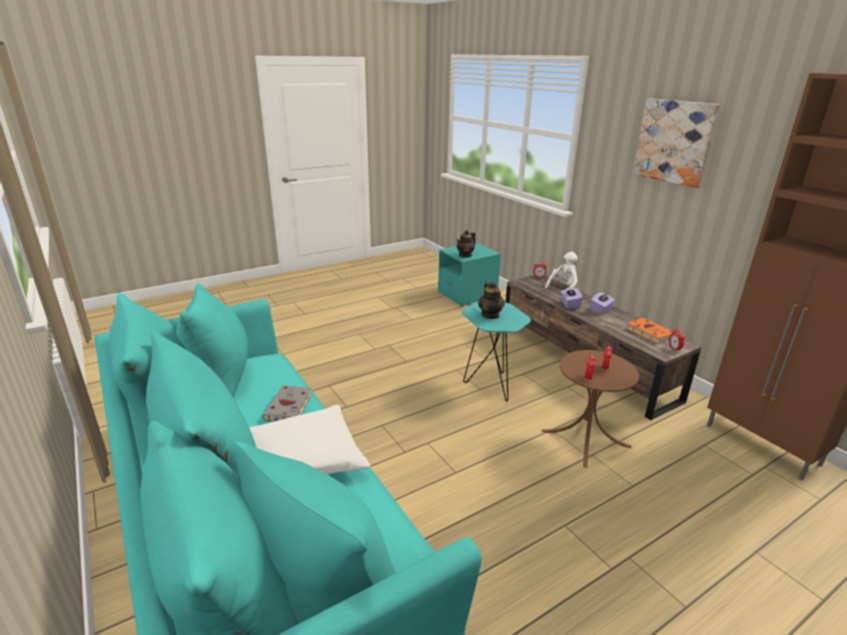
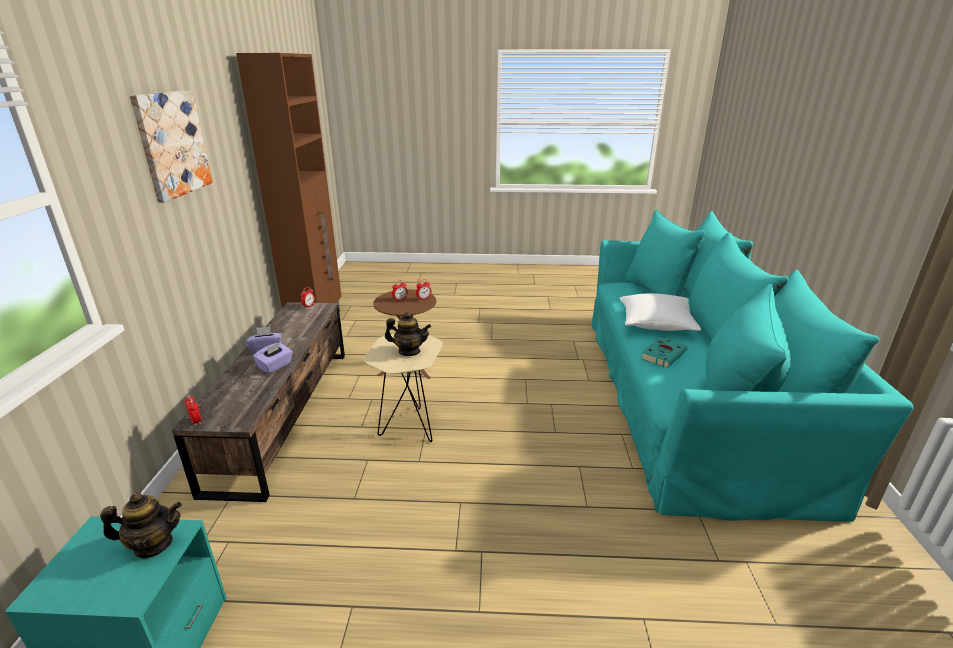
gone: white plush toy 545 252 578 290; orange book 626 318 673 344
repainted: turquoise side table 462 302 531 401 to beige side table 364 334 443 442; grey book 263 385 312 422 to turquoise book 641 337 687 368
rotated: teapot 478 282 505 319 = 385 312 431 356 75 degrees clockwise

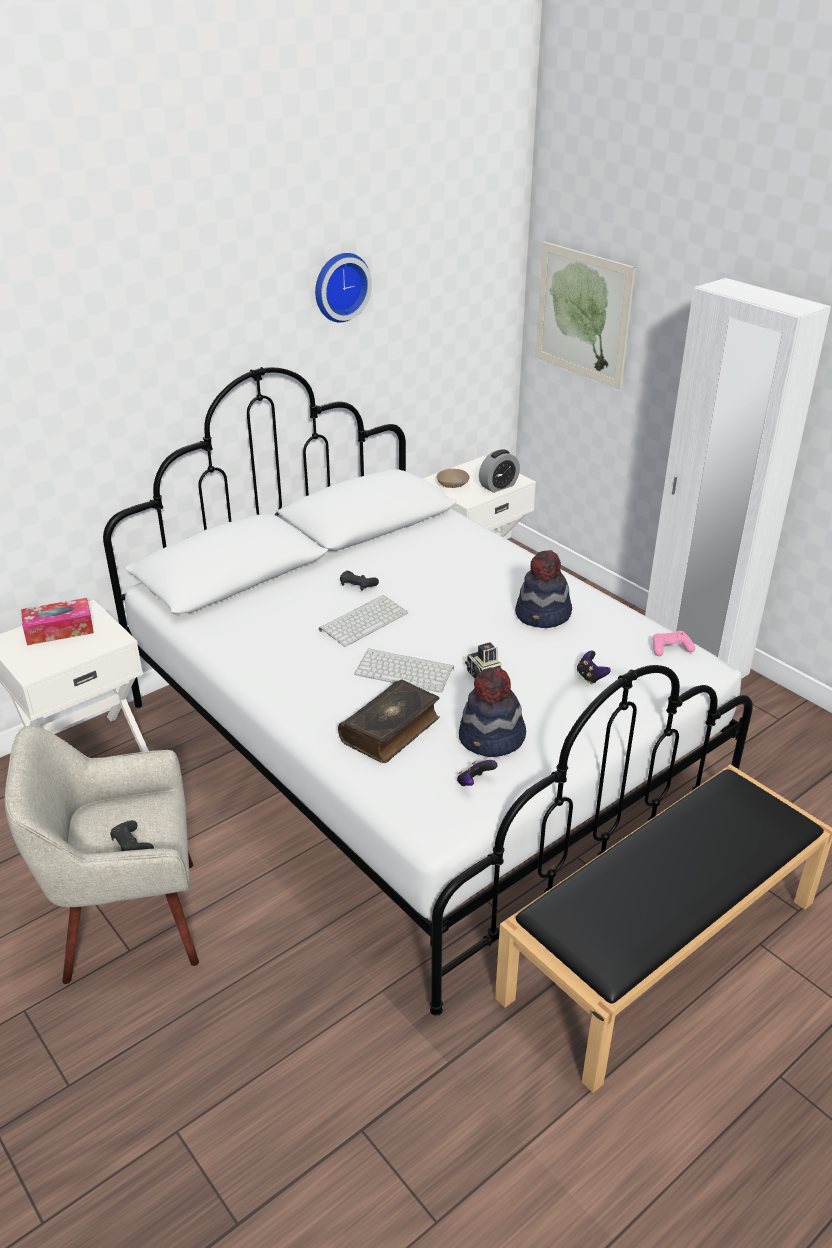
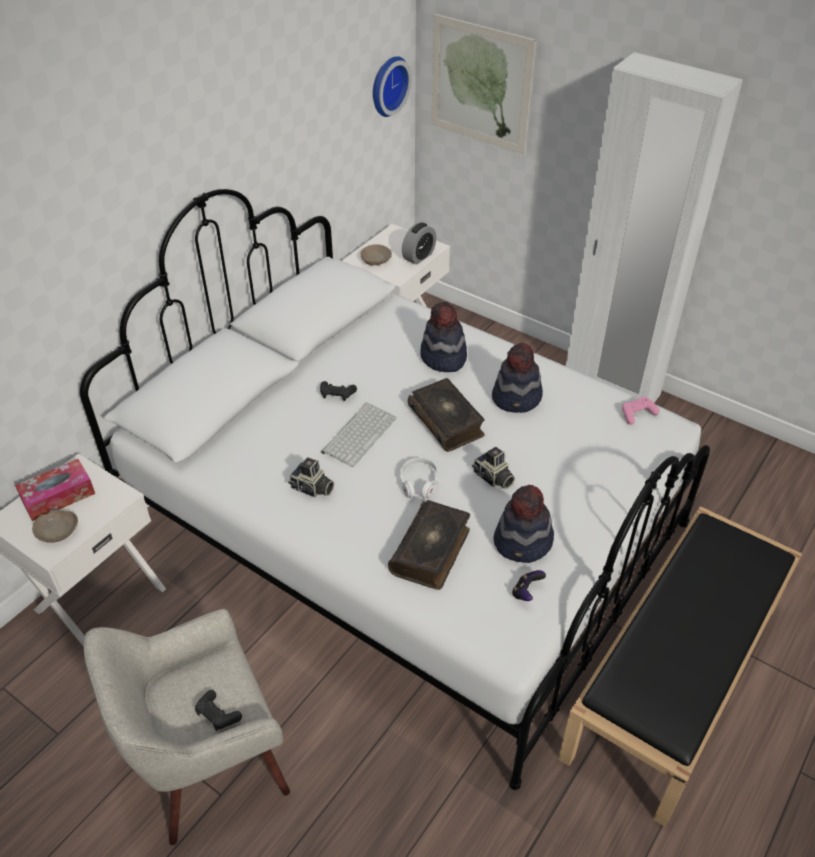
gone: game controller 577 651 611 685
new: hat 420 302 467 372; book 408 378 485 452; photo camera 288 457 334 498; beige bowl 32 510 78 543
shifted: wall clock 315 253 372 322 to 373 56 412 117
swapped: keyboard 354 648 454 693 to white headphones 401 458 438 499

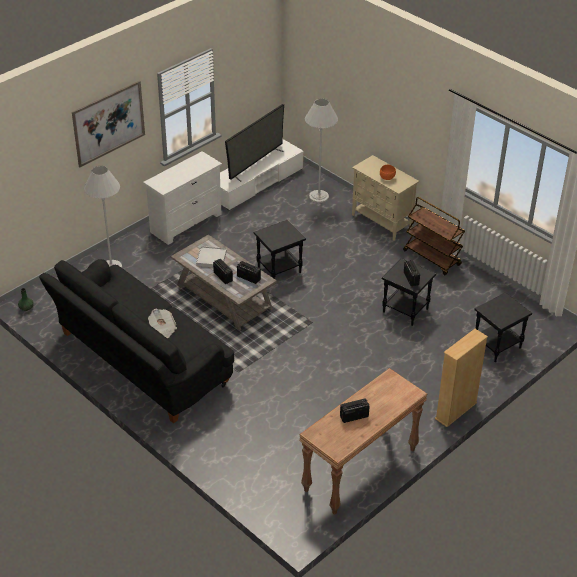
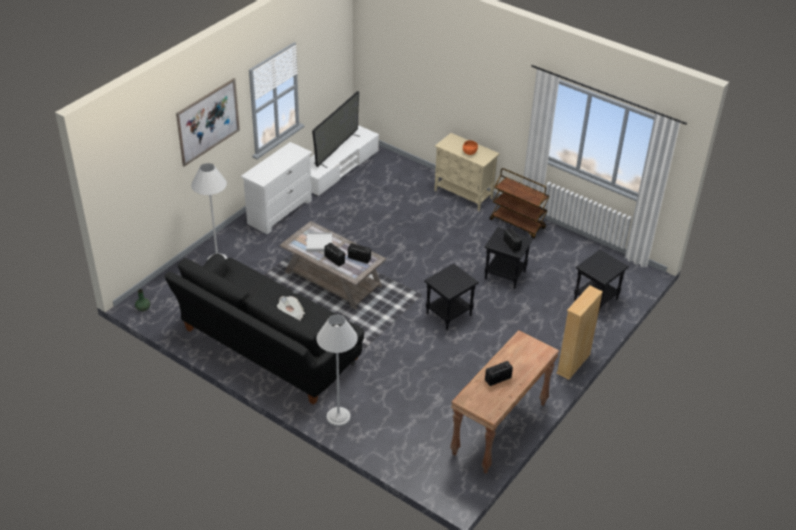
shifted: white floor lamp 305 98 338 203 to 317 314 358 426; black side table 254 220 306 278 to 424 264 479 330

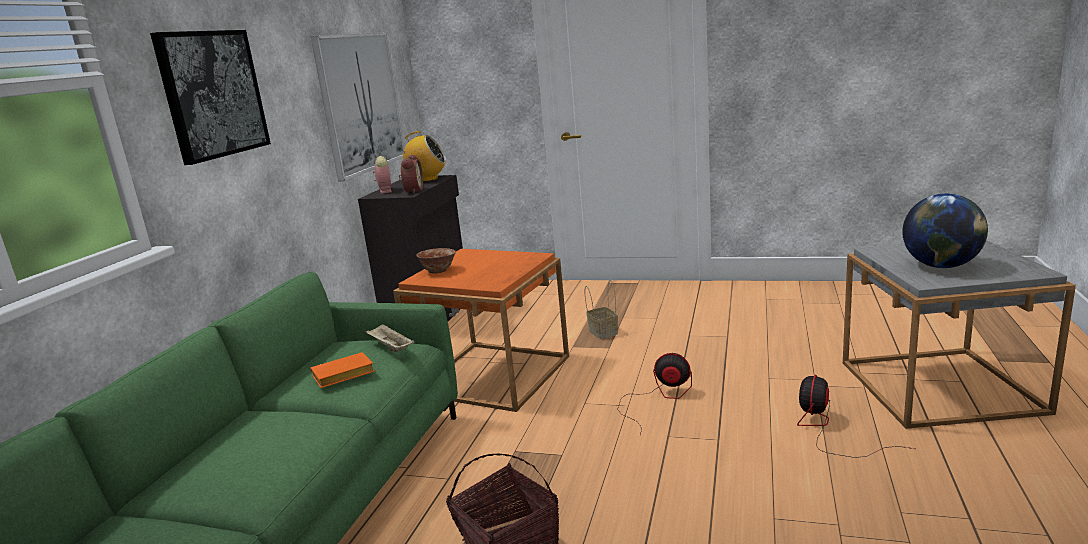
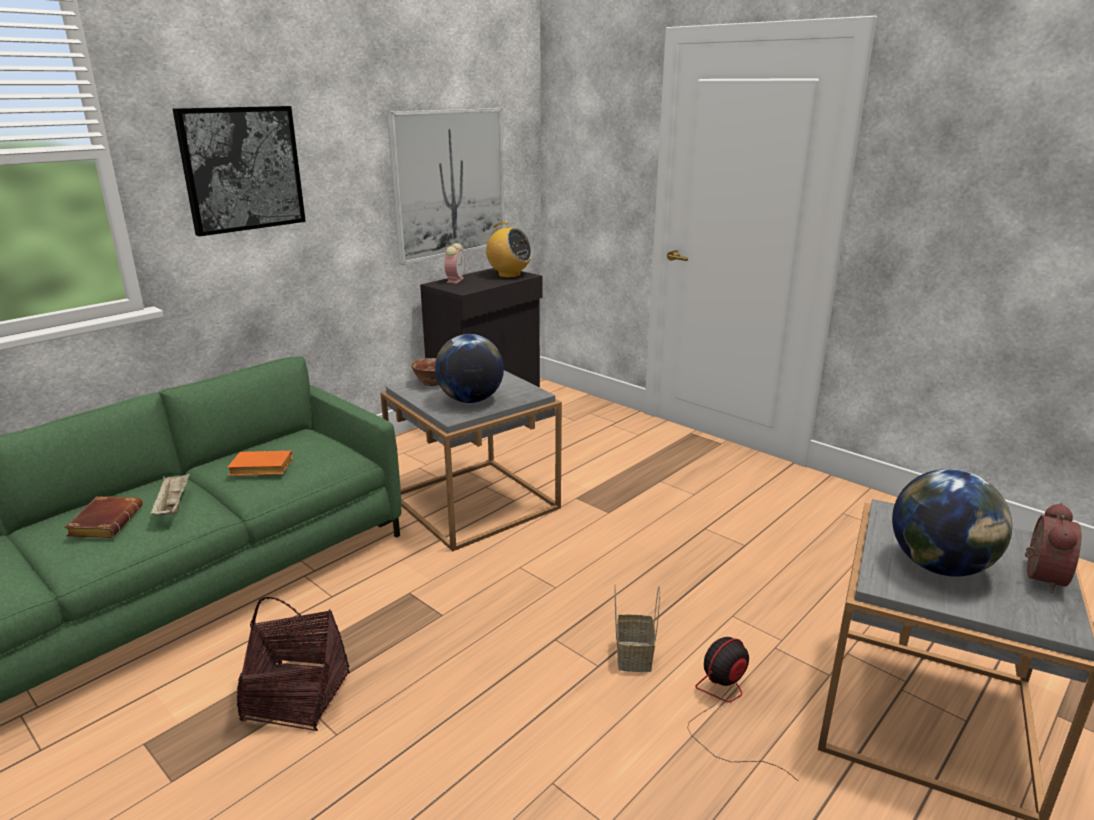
gone: fan 617 353 692 435
new: globe 435 334 504 403; brown book 64 496 143 538
shifted: alarm clock 399 154 423 193 to 1025 503 1081 593; basket 585 280 618 339 to 614 585 660 672; beige tray 365 324 415 352 to 150 474 190 516
repainted: orange side table 393 249 569 412 to grey side table 380 370 562 551

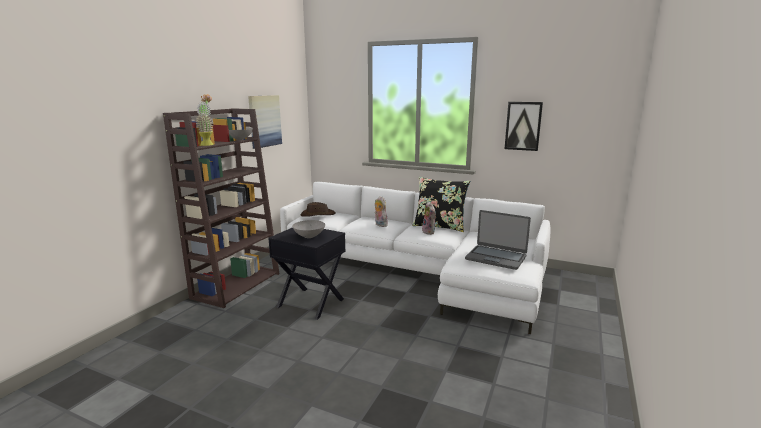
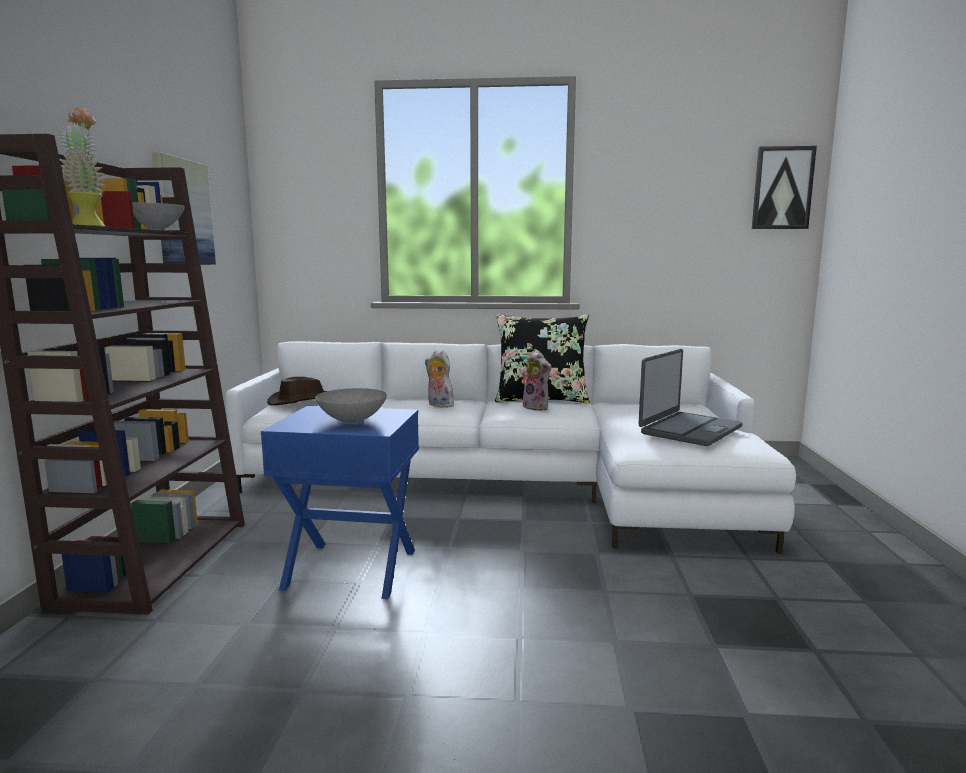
shifted: picture 505 102 543 151 to 752 146 817 229
repainted: black side table 268 227 346 320 to blue side table 261 406 419 599
rotated: laptop 465 210 531 270 = 639 349 742 446 60 degrees counterclockwise

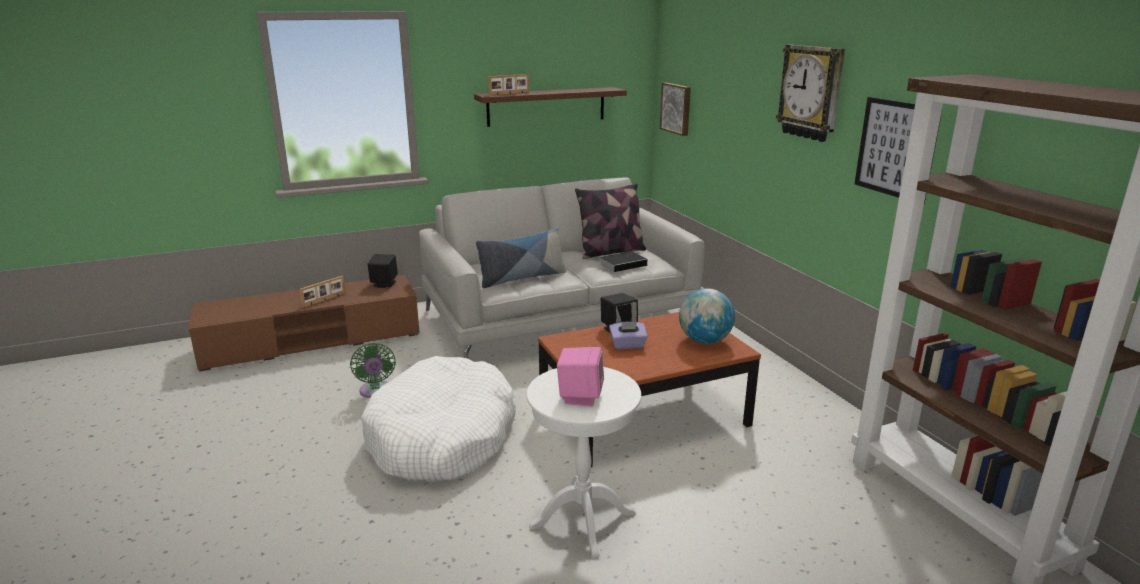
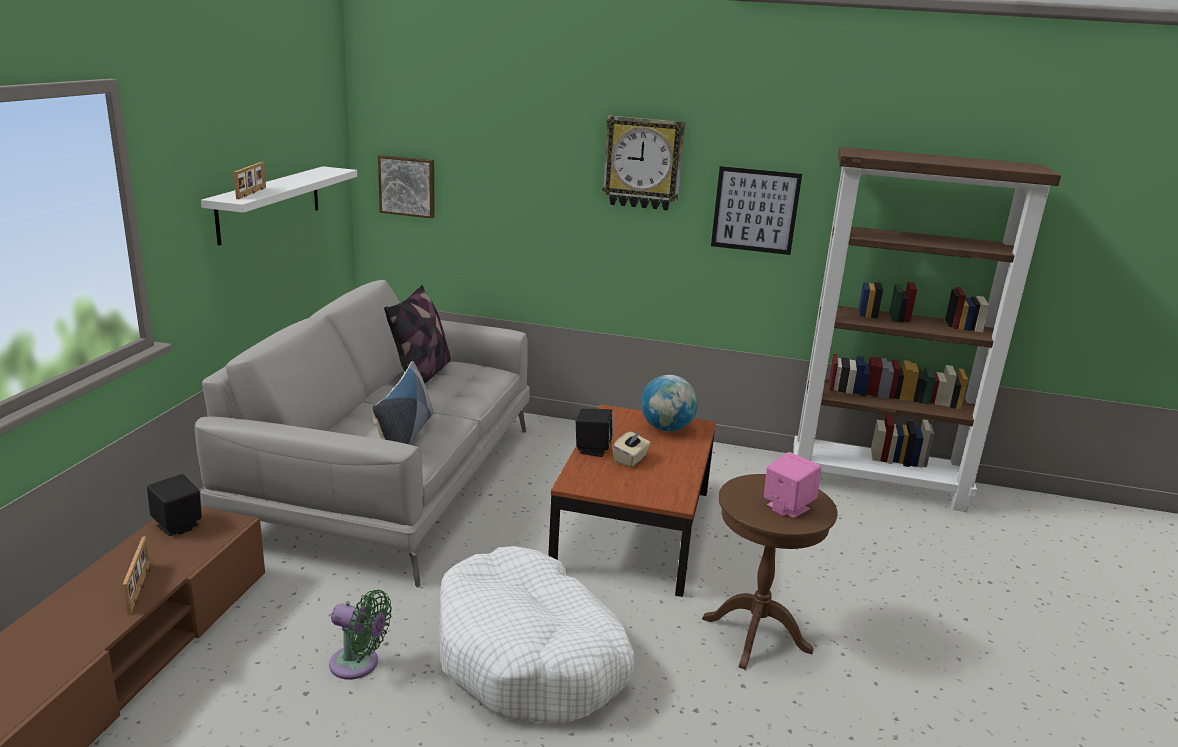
gone: book 600 251 647 272
repainted: brown shelf 474 87 627 127 to white shelf 201 166 357 246; purple tissue box 609 322 648 349 to beige tissue box 613 431 650 467; white side table 527 367 641 558 to brown side table 702 474 838 669

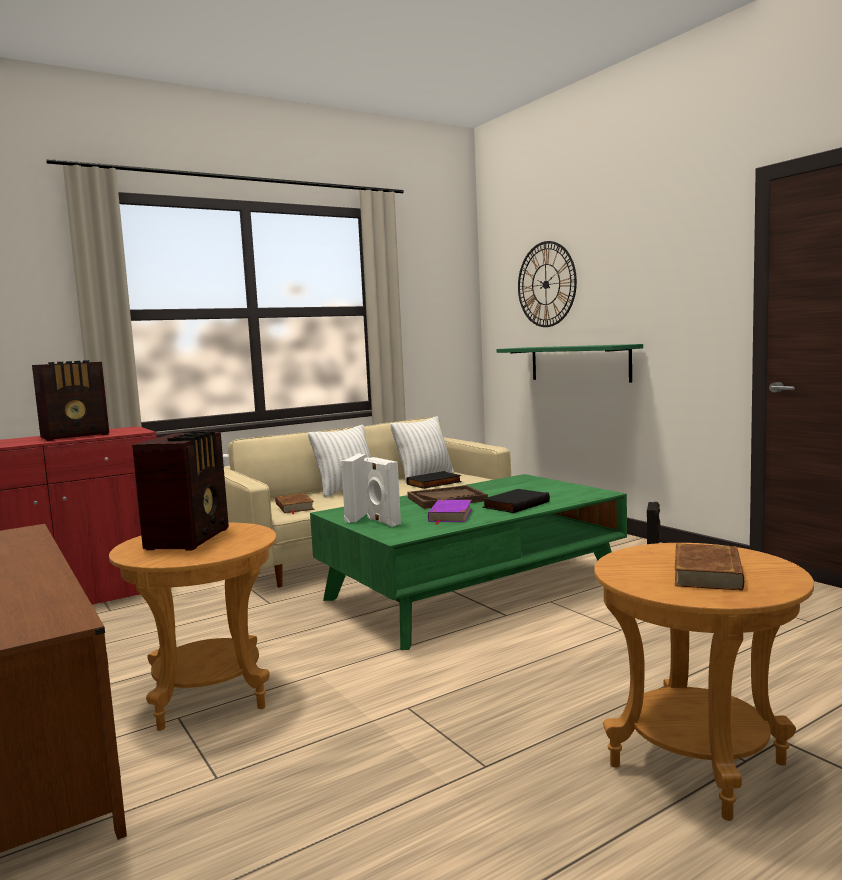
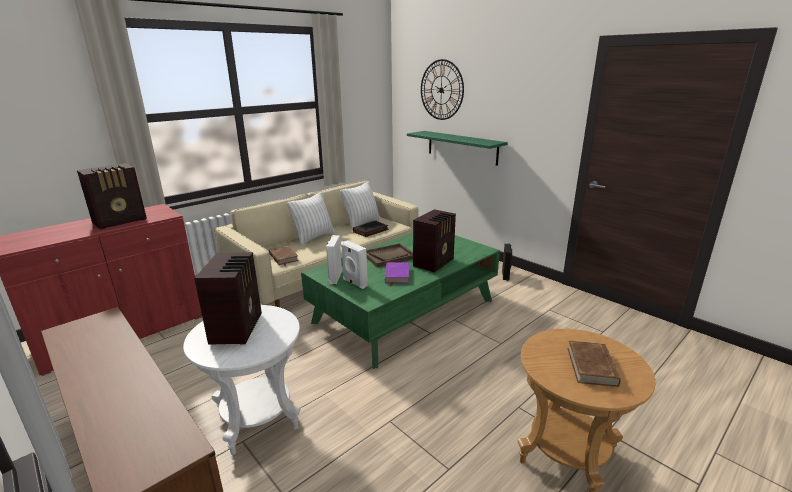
swapped: black book 482 489 550 513 to radio 413 209 456 273
repainted: brown side table 109 523 276 731 to white side table 183 305 301 455

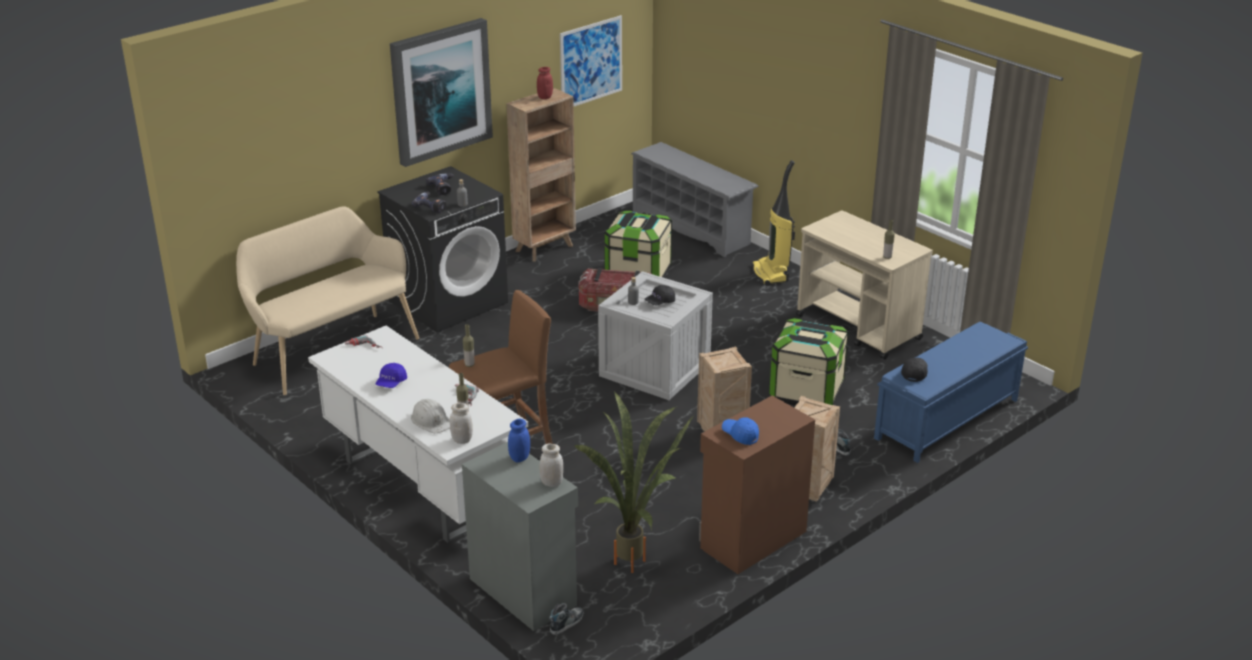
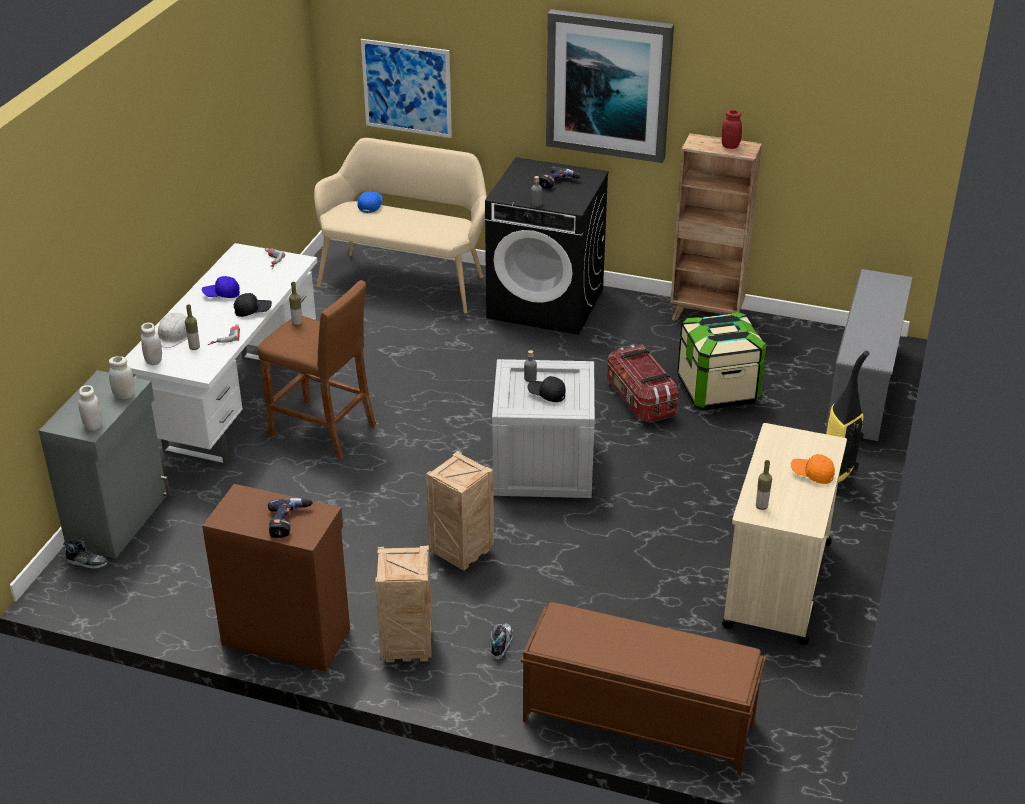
gone: storage box 769 318 849 406; potted plant 575 392 695 573
new: orange cap 791 454 835 484
shifted: picture 560 15 622 106 to 361 39 452 138; power drill 412 191 446 213 to 268 498 313 538; black cap 901 358 928 382 to 234 293 272 317; blue cap 722 417 759 445 to 358 191 383 213
repainted: blue bench 874 322 1028 463 to brown bench 521 602 766 776; blue jar 508 419 530 463 to white jar 109 356 135 399

